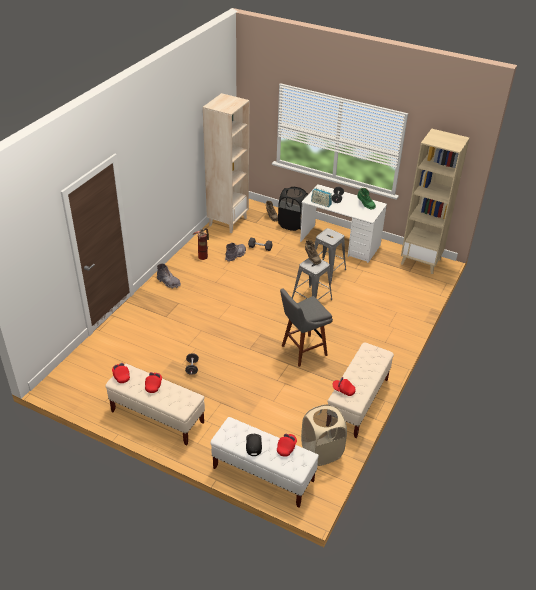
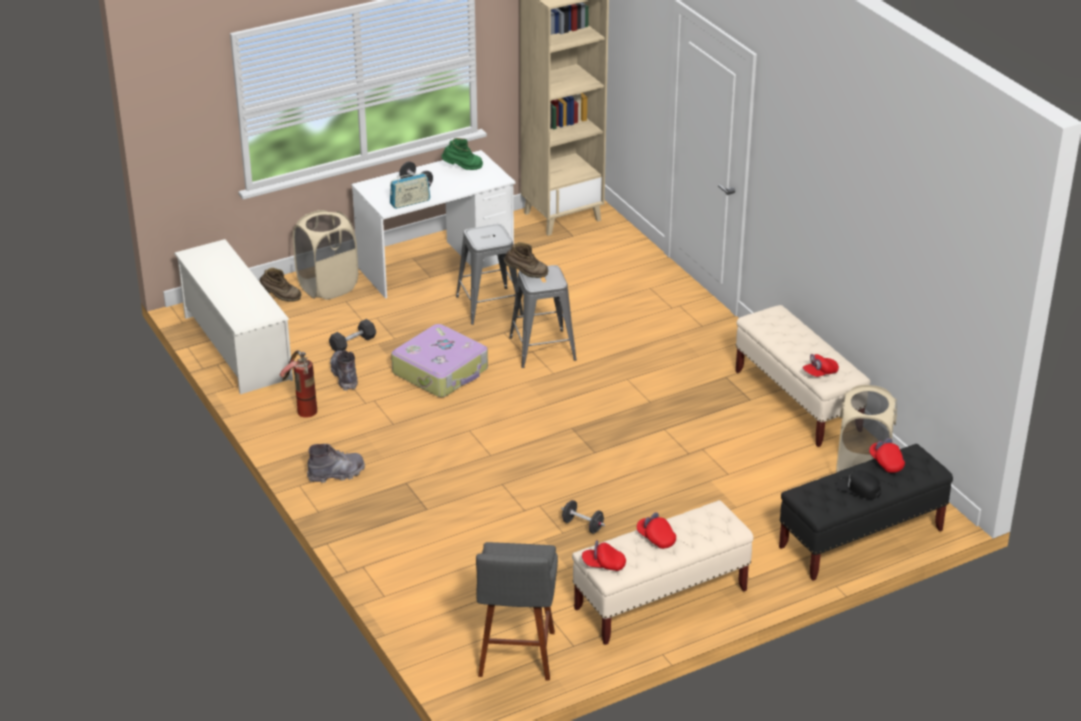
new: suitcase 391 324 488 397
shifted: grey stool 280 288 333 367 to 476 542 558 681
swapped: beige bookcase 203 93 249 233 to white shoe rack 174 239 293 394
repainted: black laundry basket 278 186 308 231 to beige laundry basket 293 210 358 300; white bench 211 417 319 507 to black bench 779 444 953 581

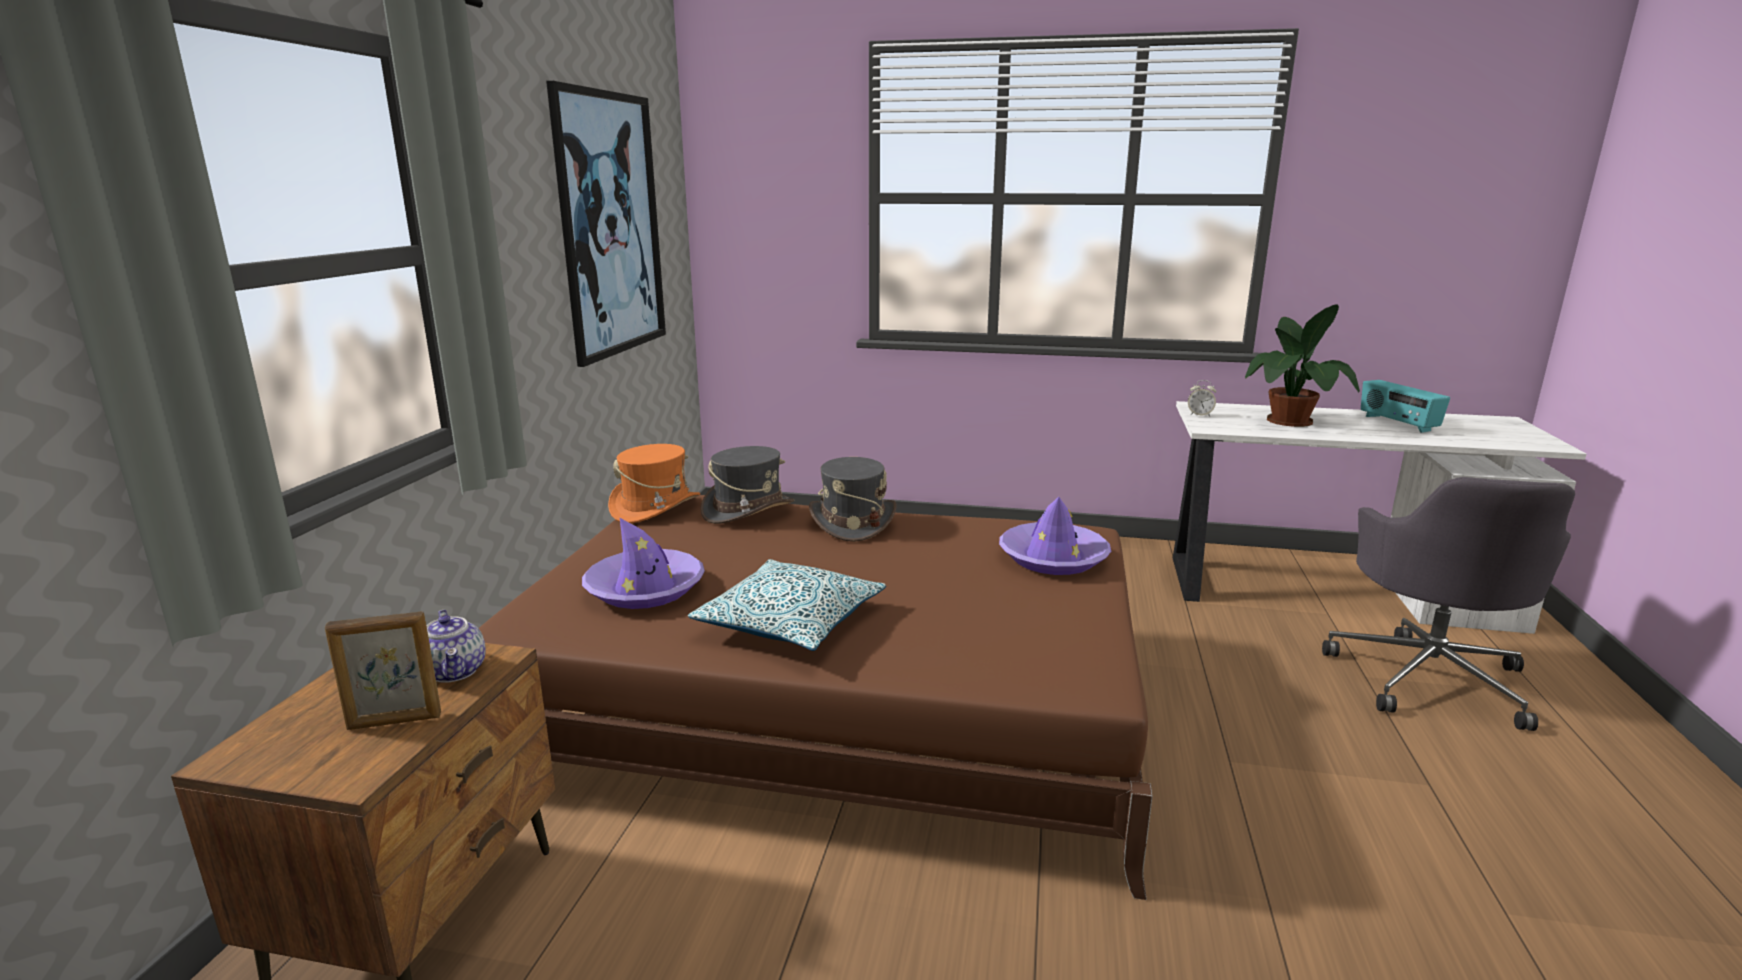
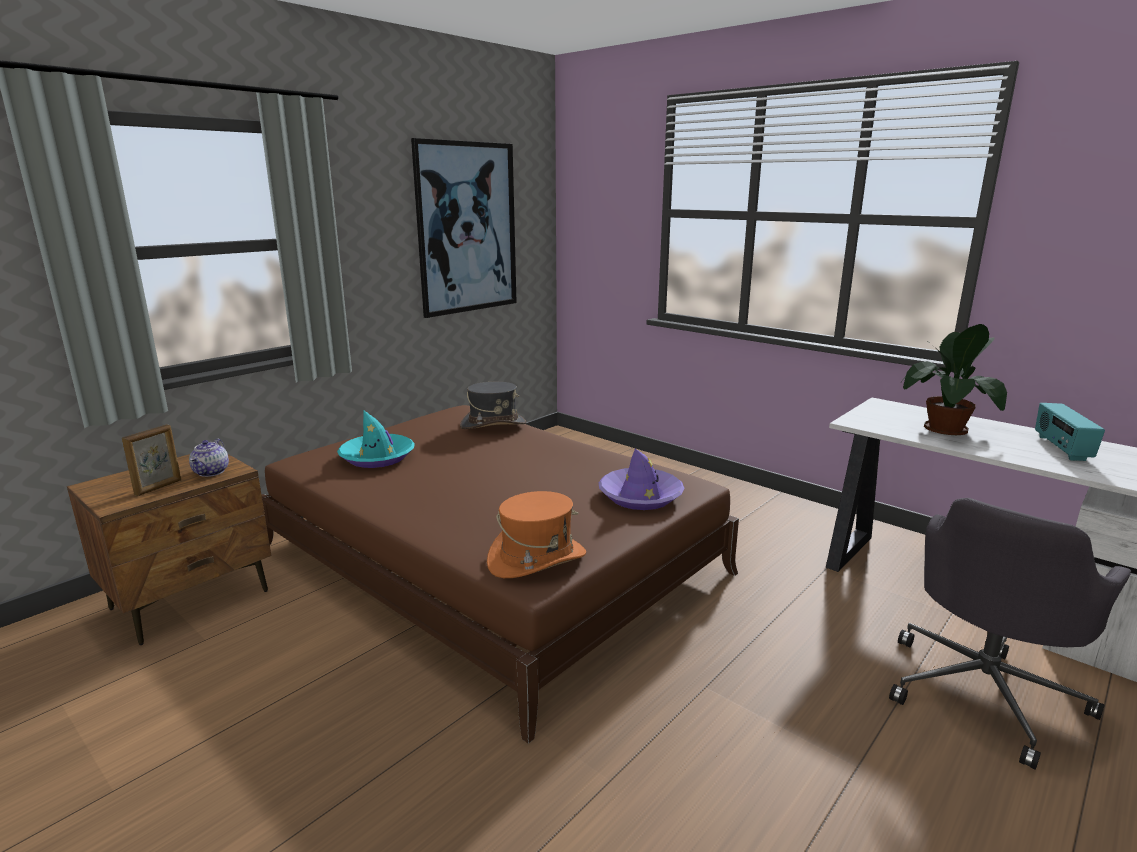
gone: alarm clock 1188 380 1216 416; grey hat 809 457 897 542; pillow 688 559 886 651
shifted: orange hat 608 444 700 523 to 487 491 586 578
repainted: purple hat 582 518 705 609 to turquoise hat 337 411 415 468
rotated: picture frame 325 611 441 730 = 122 425 181 496 75 degrees counterclockwise

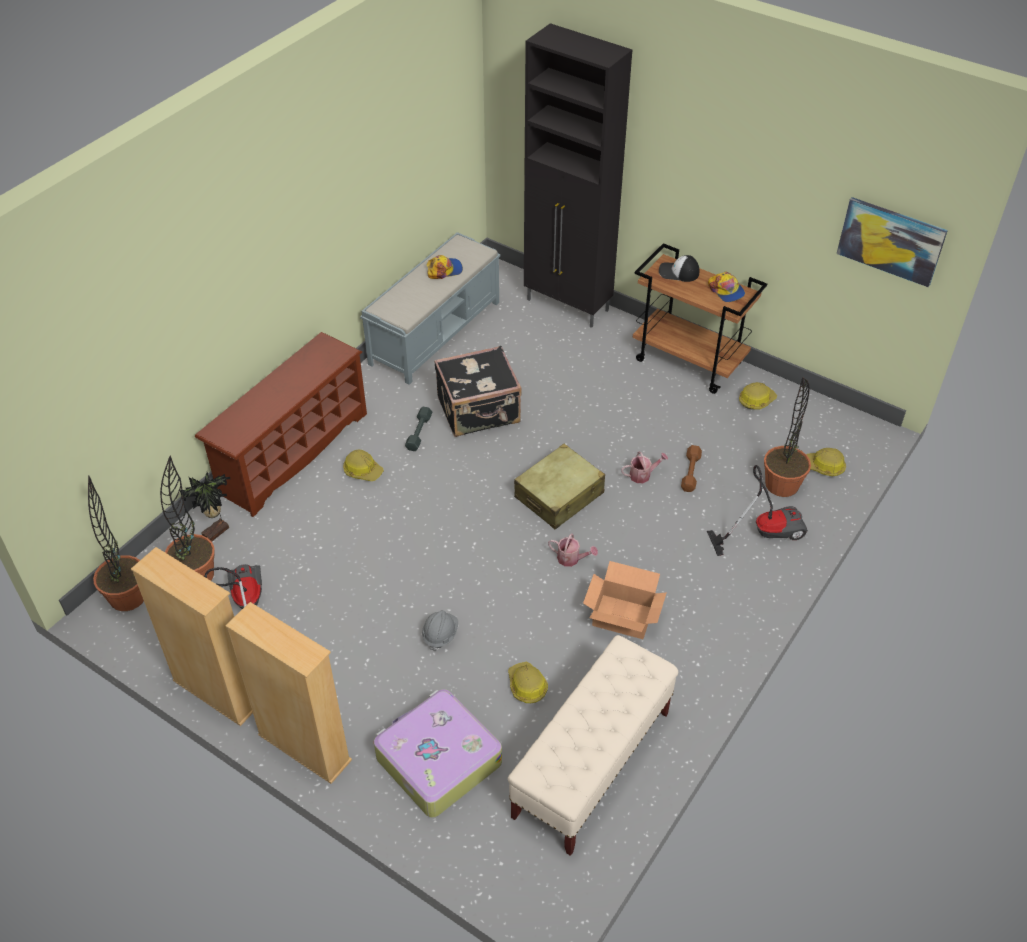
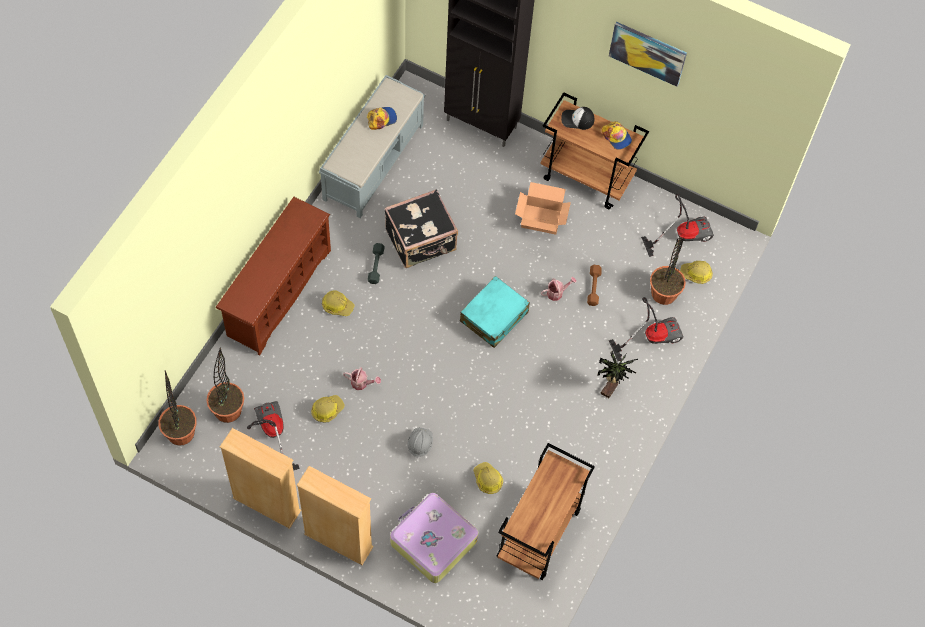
new: vacuum cleaner 641 194 714 257
shifted: picture 837 197 948 287 to 609 22 687 87; hard hat 739 382 777 410 to 311 395 345 423; potted plant 180 472 230 542 to 597 351 638 398; watering can 548 533 598 567 to 343 367 381 390; cardboard box 583 561 667 639 to 515 182 571 235
swapped: beige bench 508 635 678 856 to brown cart 496 443 595 580
repainted: beige suitcase 514 444 605 529 to turquoise suitcase 460 276 530 348

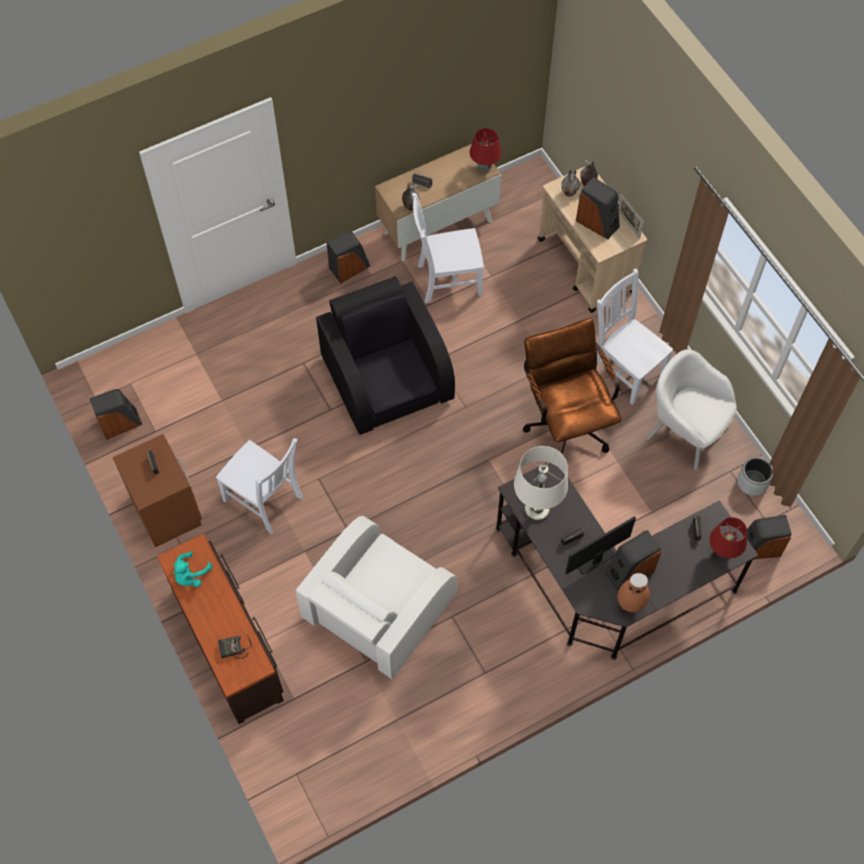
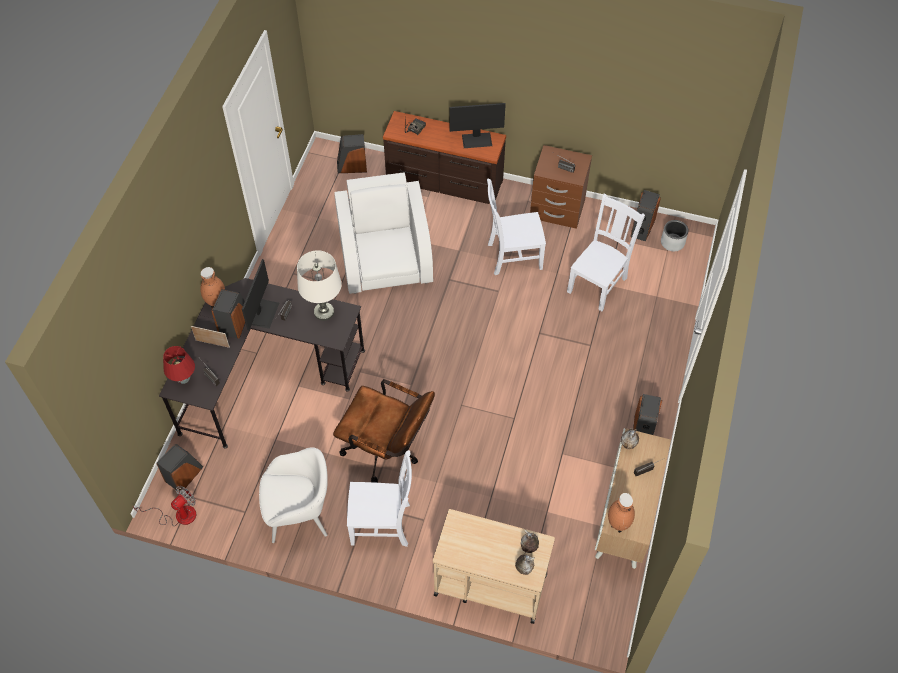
gone: black armchair 316 276 455 435
new: fan 133 486 196 526
shifted: speaker 576 177 620 239 to 337 134 367 173; white chair 412 193 484 303 to 567 194 645 311; picture frame 618 194 644 239 to 191 326 230 348; grey planter 737 457 773 496 to 661 220 689 251
swapped: red table lamp 469 128 502 172 to brown vase 608 493 635 533; turquoise plush toy 173 552 212 587 to monitor 449 103 506 148

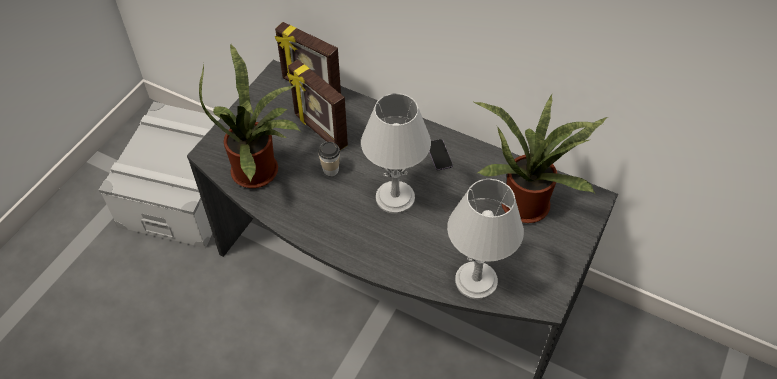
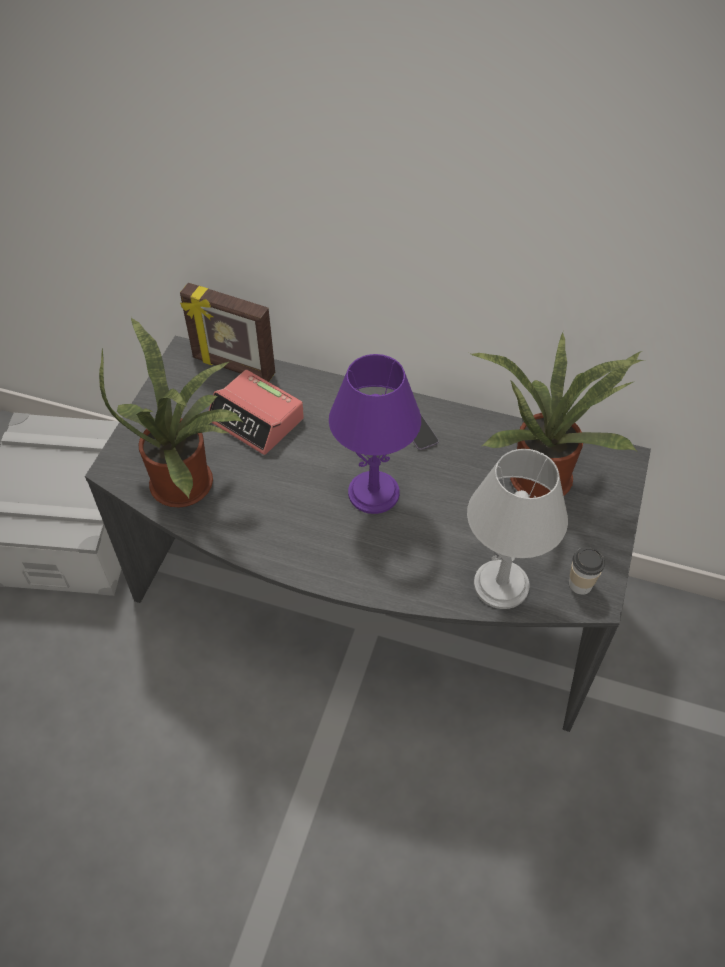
shifted: cup 318 142 340 176 to 569 547 605 595
swapped: picture frame 287 60 348 150 to alarm clock 209 370 304 455
repainted: grey table lamp 361 93 431 214 to purple table lamp 329 354 421 514

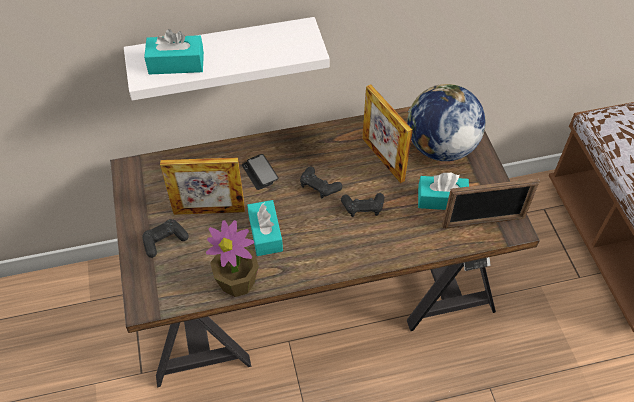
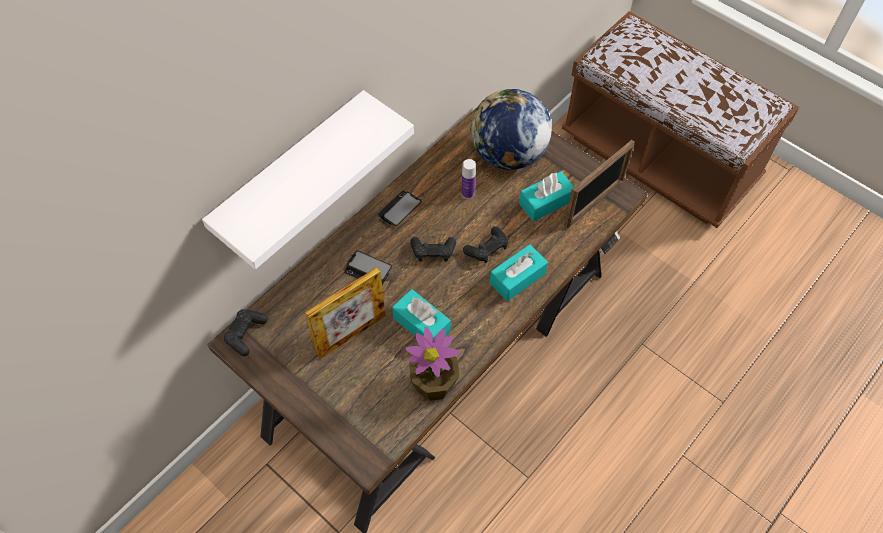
new: phone 378 191 422 226
shifted: turquoise tissue box 144 29 204 75 to 490 244 548 301; black game controller 142 219 189 258 to 224 309 268 356
swapped: picture frame 362 84 413 183 to bottle 461 159 476 199

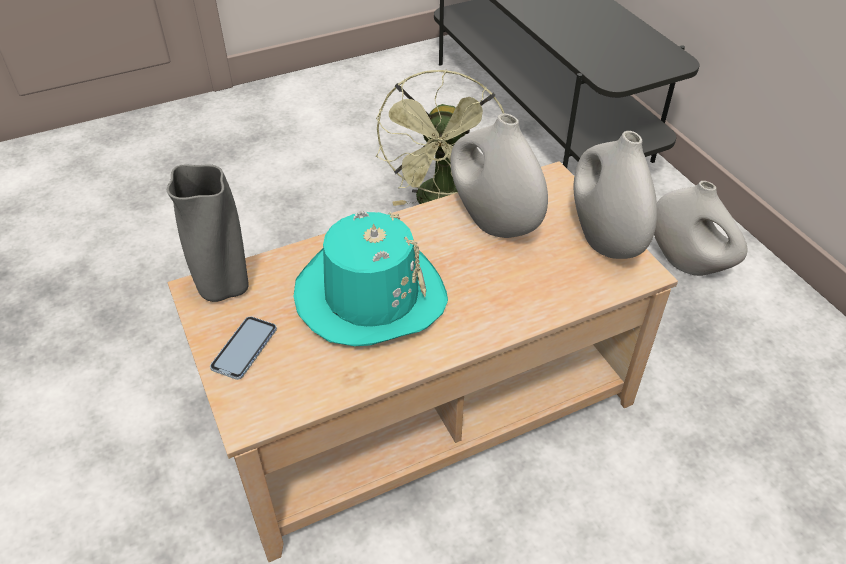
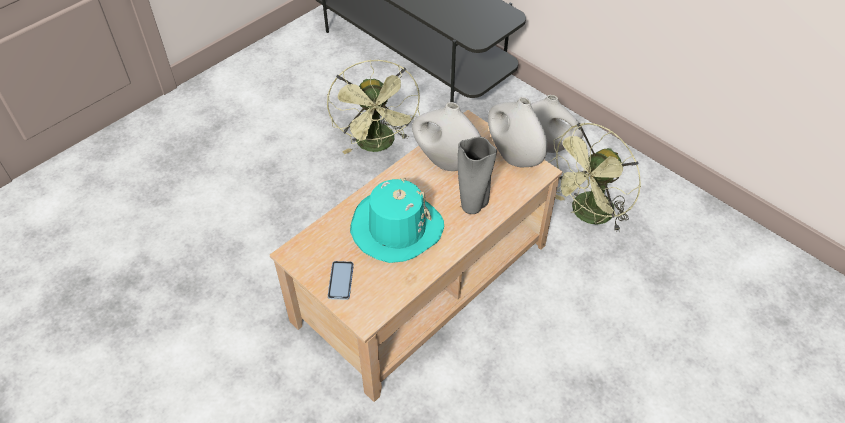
new: green fan 549 123 641 233
shifted: grey vase 167 165 248 302 to 458 137 497 214

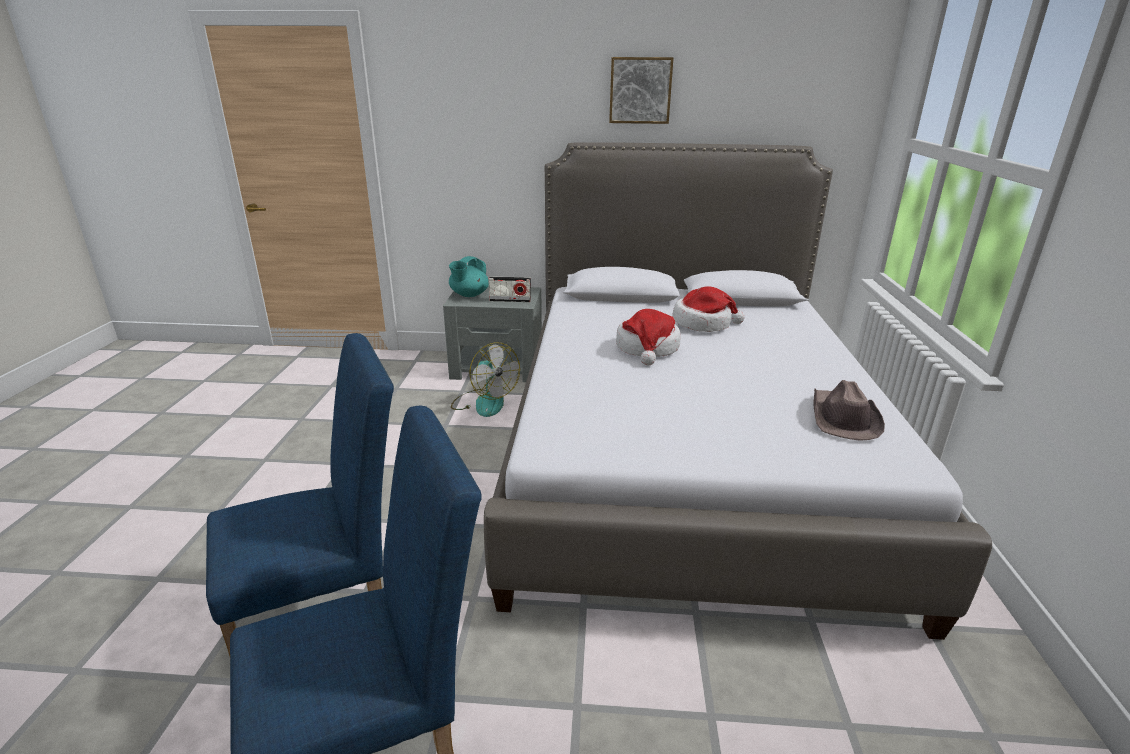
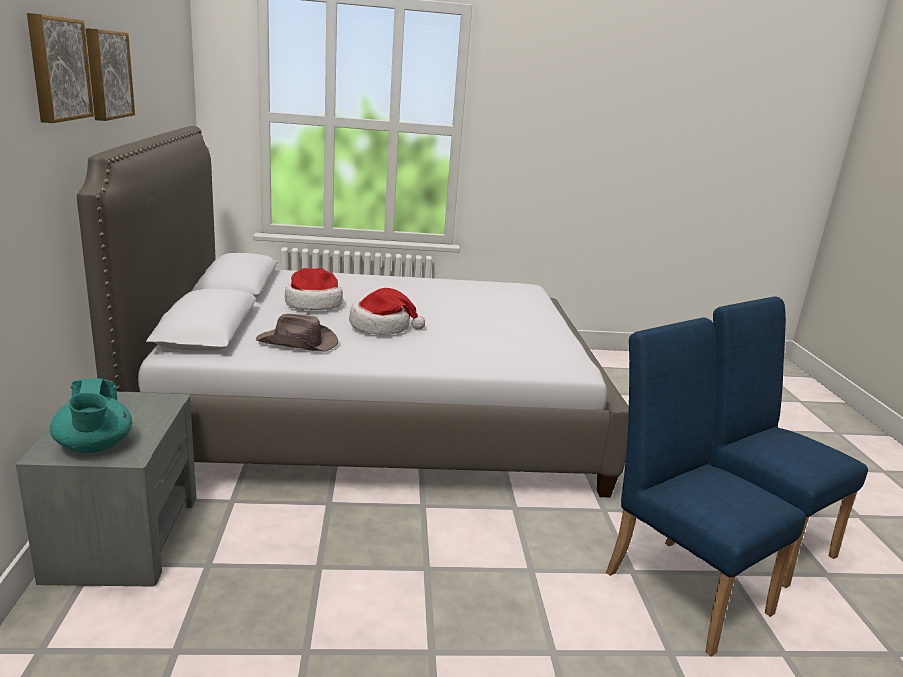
gone: radio 488 276 531 302; fan 451 342 520 417
new: picture 27 13 94 123
shifted: brown hat 813 380 885 441 to 256 314 338 352
rotated: turquoise teapot 449 256 489 297 = 50 378 132 453 45 degrees clockwise

